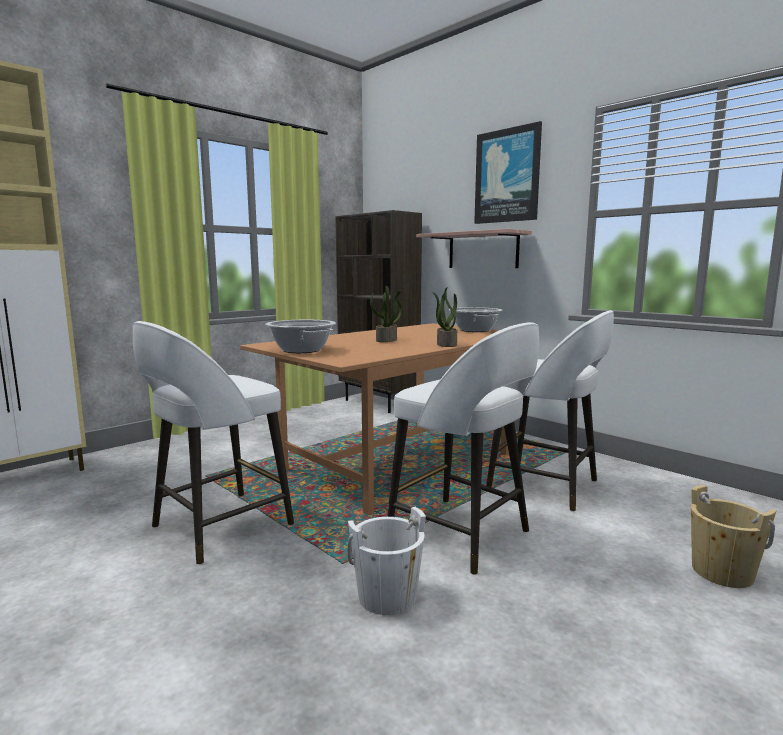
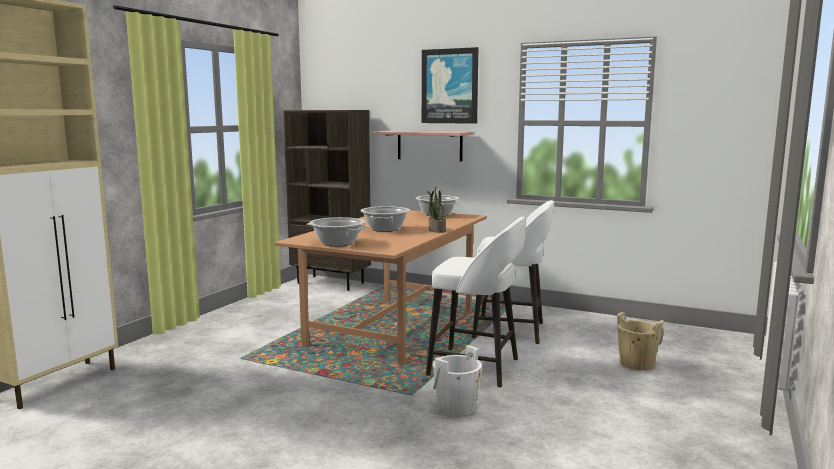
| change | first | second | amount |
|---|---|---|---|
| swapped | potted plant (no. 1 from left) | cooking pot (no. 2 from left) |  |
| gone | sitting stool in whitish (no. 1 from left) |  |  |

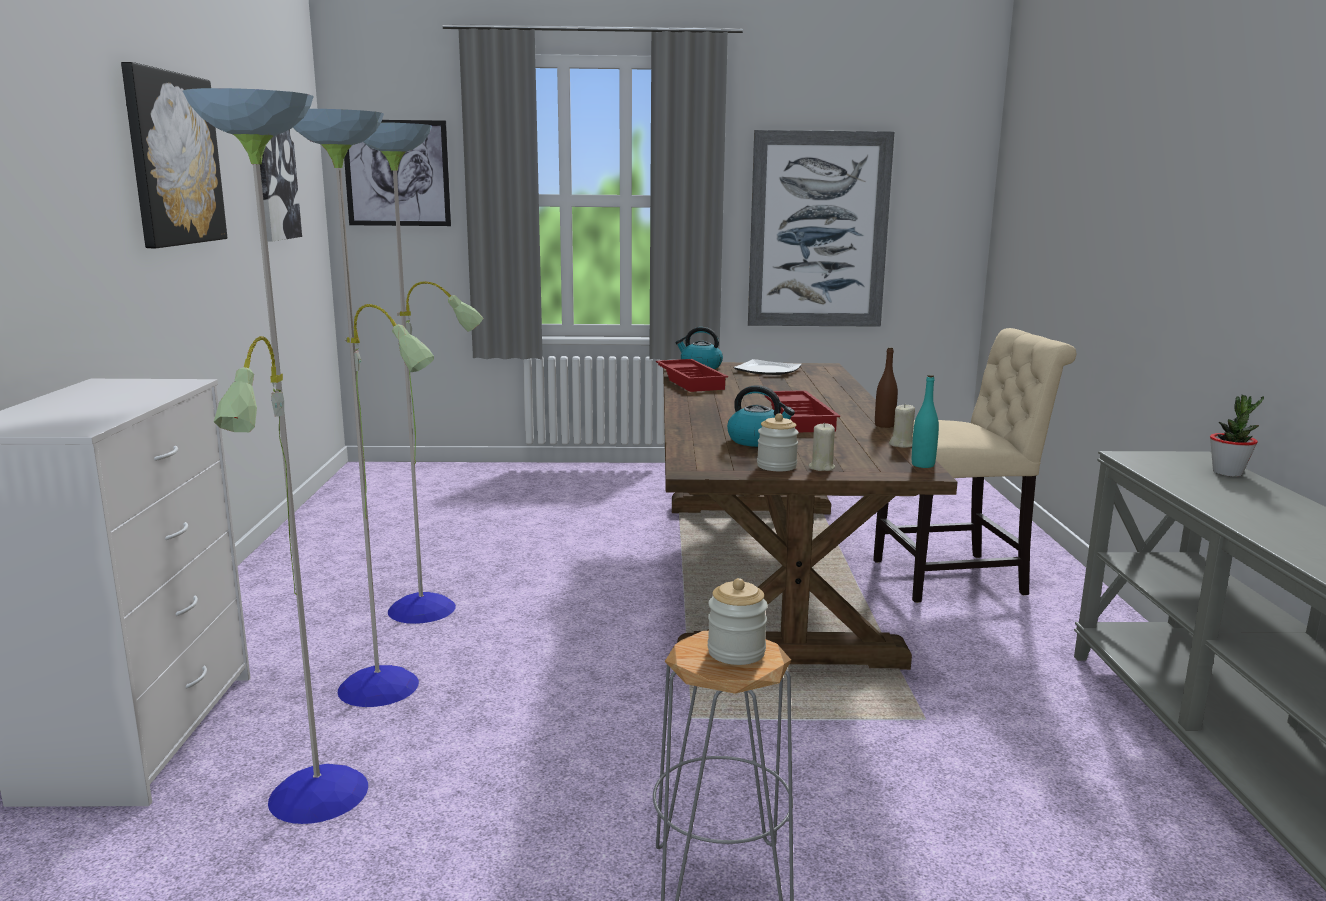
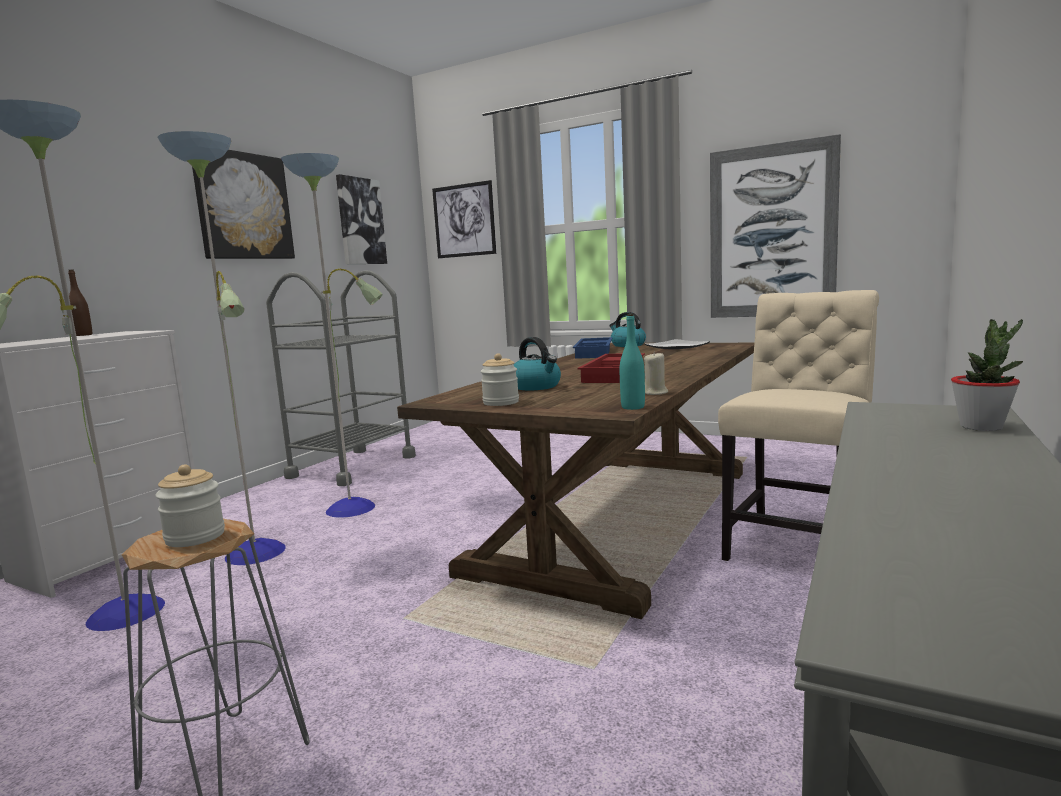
| change | first | second | amount |
|---|---|---|---|
| rotated | chair in beige |  | 75 degrees counterclockwise |
| shifted | beverage bottle in brown-coloured |  |  |
| repainted | carrying tray in reddish (no. 1 from left) | carrying tray in bluish |  |
| gone | wax light in beige (no. 1 from left) |  |  |
| new |  | wheeled cart in grey |  |

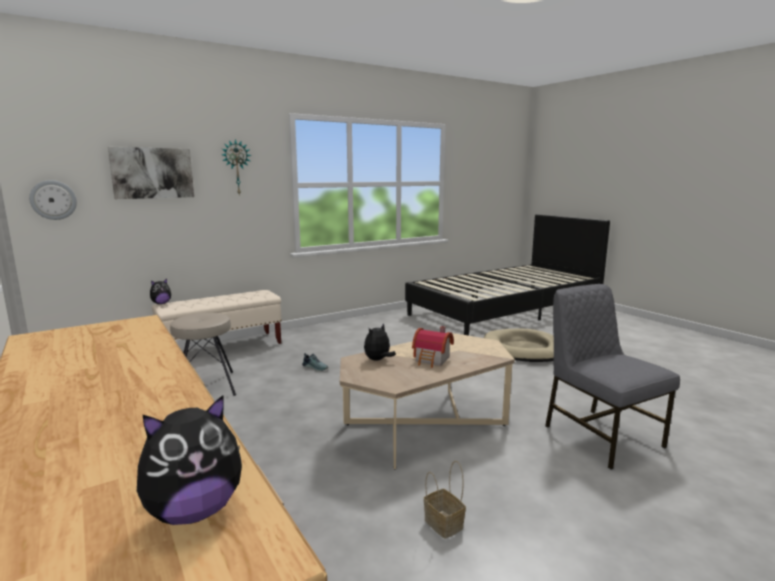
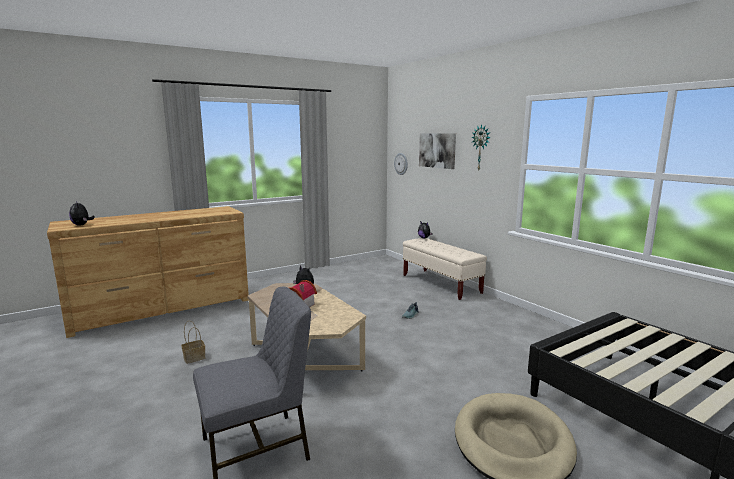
| change | first | second | amount |
|---|---|---|---|
| gone | sitting stool in beige |  |  |

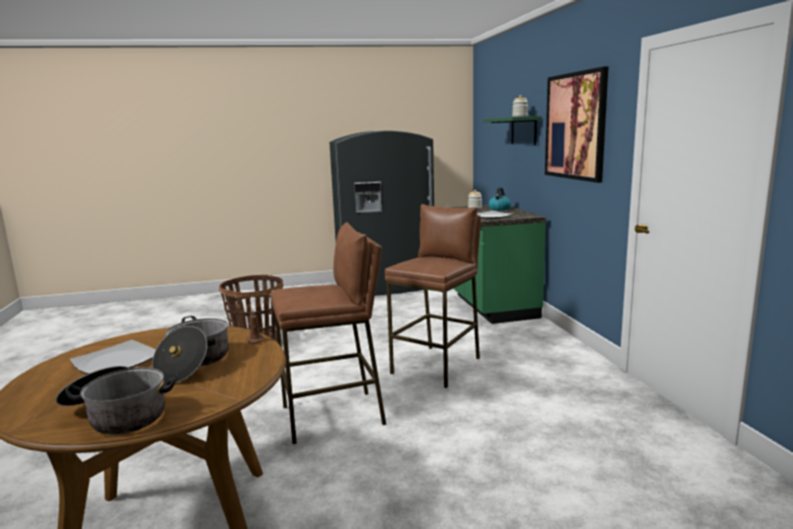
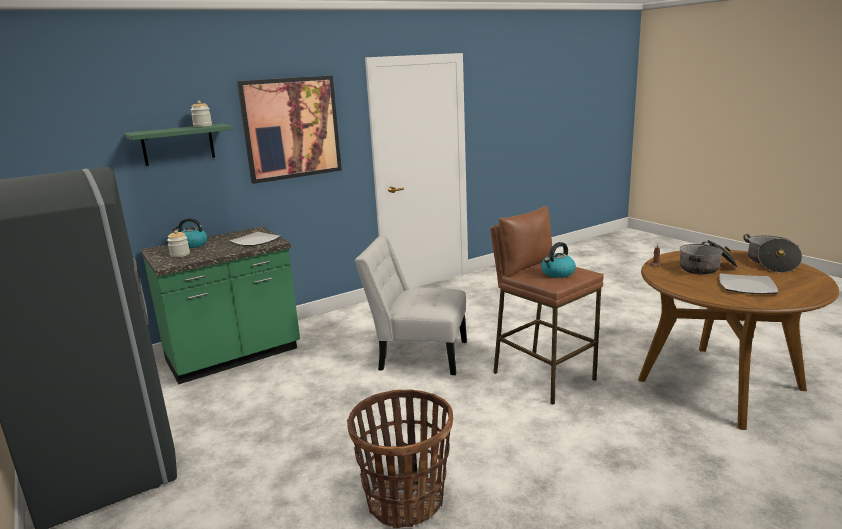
| change | first | second | amount |
|---|---|---|---|
| swapped | sitting stool in brown-coloured (no. 2 from left) | chair in whitish |  |
| new |  | tea kettle (no. 2 from left) |  |

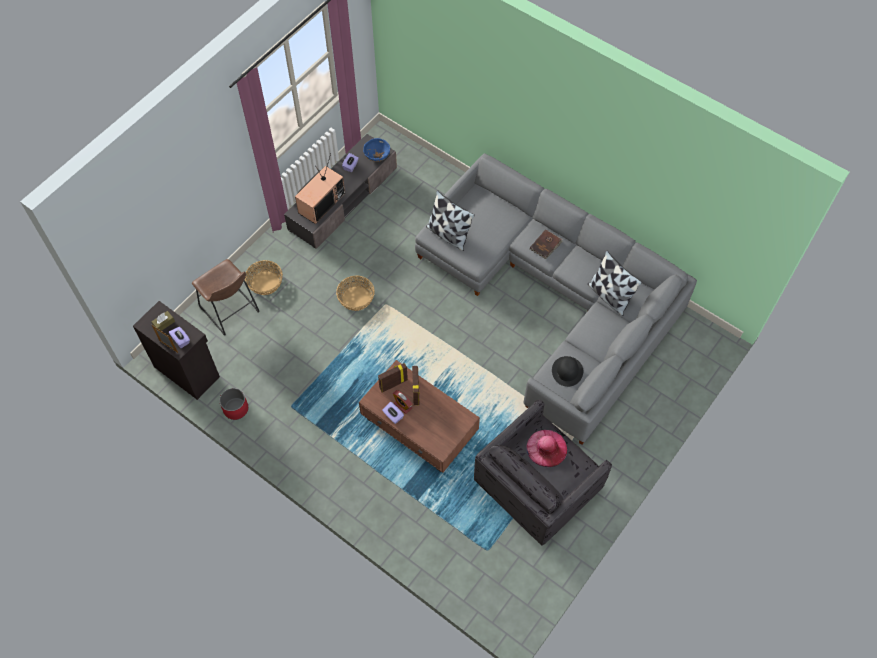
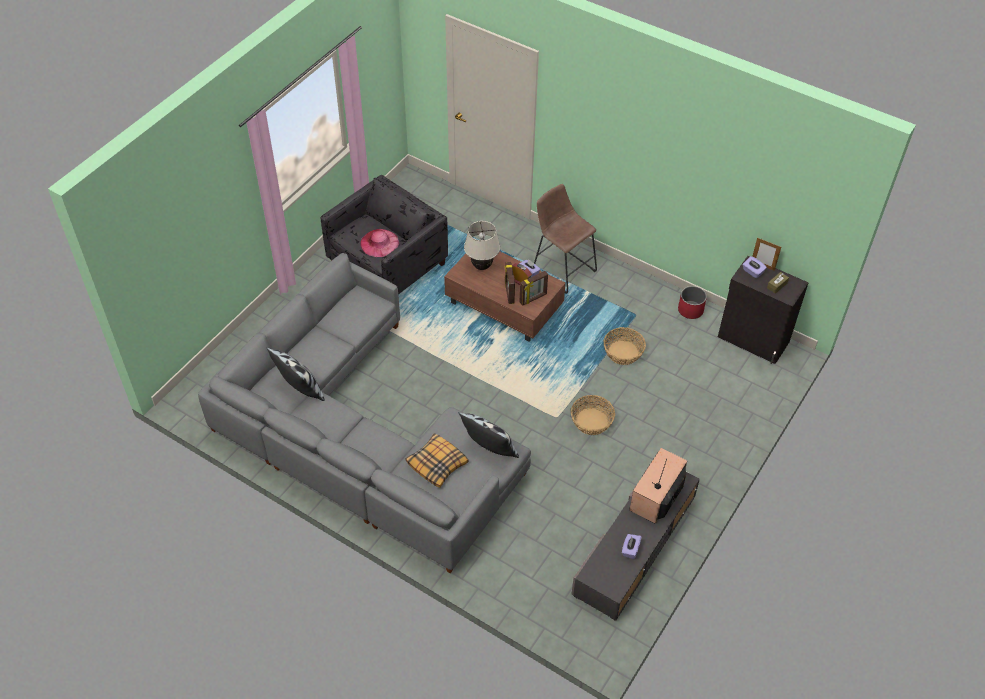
| change | first | second | amount |
|---|---|---|---|
| gone | deep dish in bluish |  |  |
| gone | book in brown-coloured |  |  |
| shifted | sitting stool in brown-coloured |  |  |
| shifted | basket (no. 1 from left in the first image) | basket (no. 2 from left) |  |
| gone | hat in black-coloured |  |  |
| new |  | tabletop lamp in beige |  |
| new |  | throw pillow (no. 2 from left) |  |

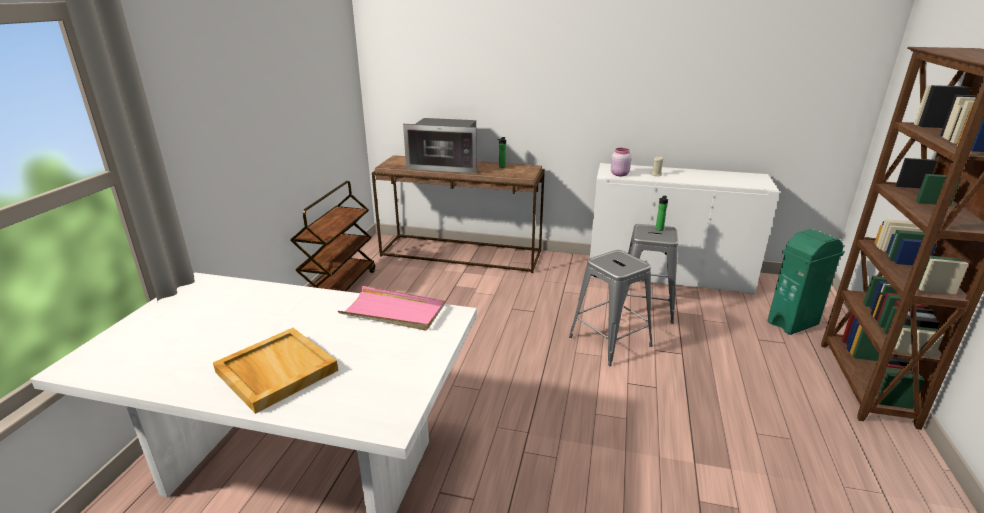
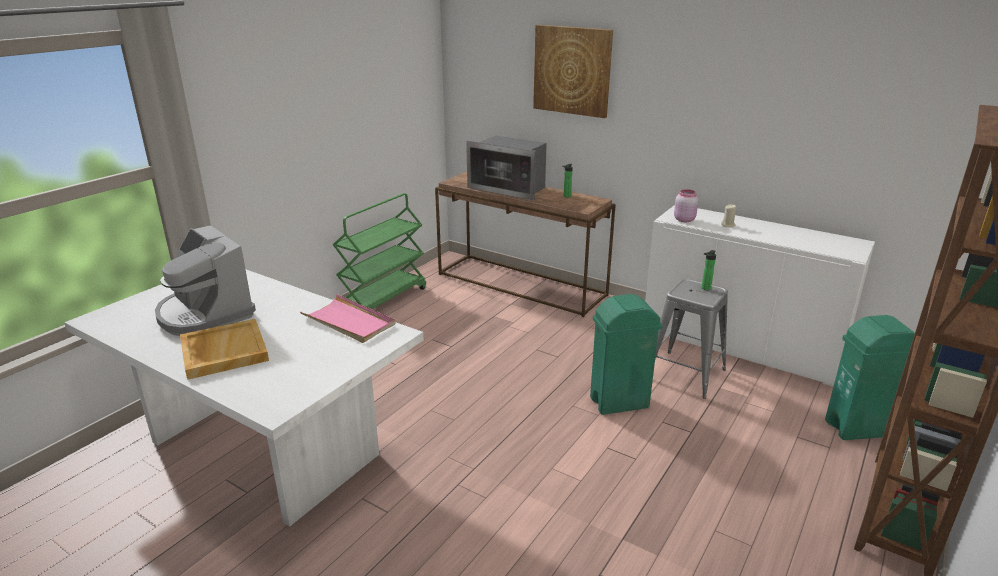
| change | first | second | amount |
|---|---|---|---|
| repainted | wheeled cart in brown-coloured | wheeled cart in green-coloured |  |
| swapped | sitting stool in grey (no. 1 from left) | rubbish bin in green-coloured (no. 1 from left) |  |
| new |  | picture |  |
| new |  | coffee maker |  |

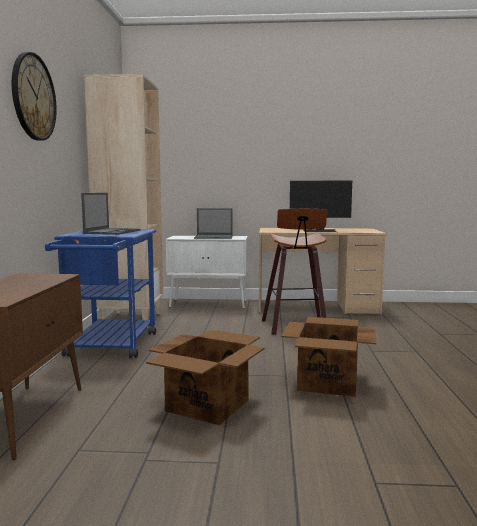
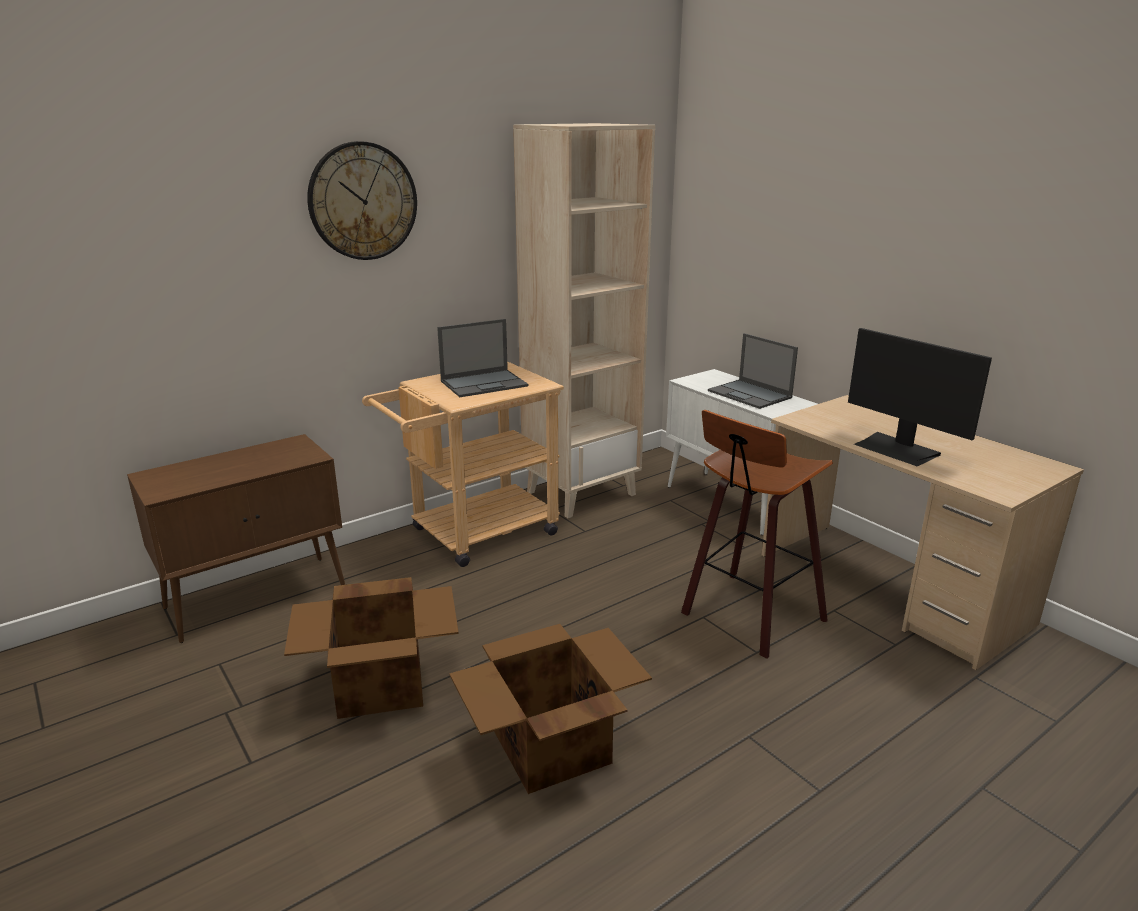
| change | first | second | amount |
|---|---|---|---|
| repainted | wheeled cart in bluish | wheeled cart in beige |  |

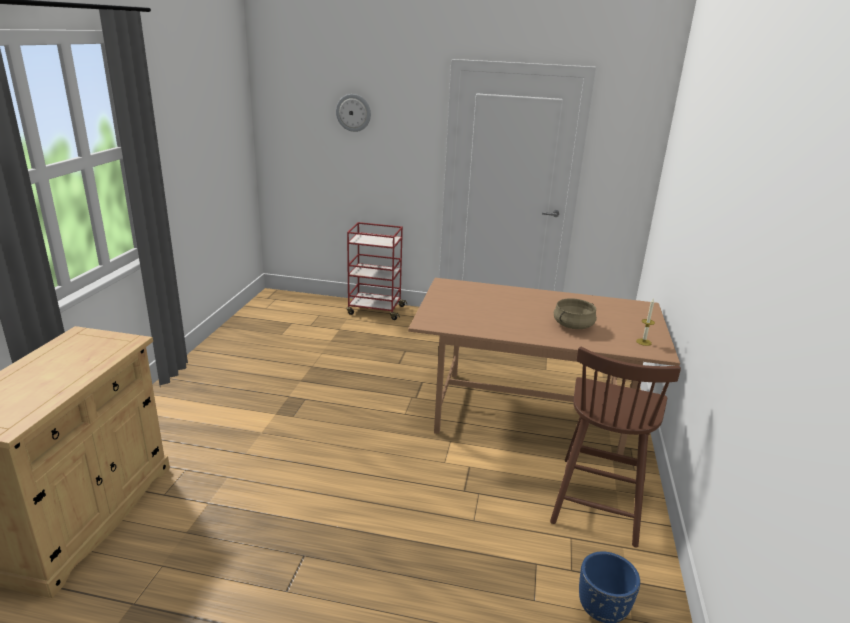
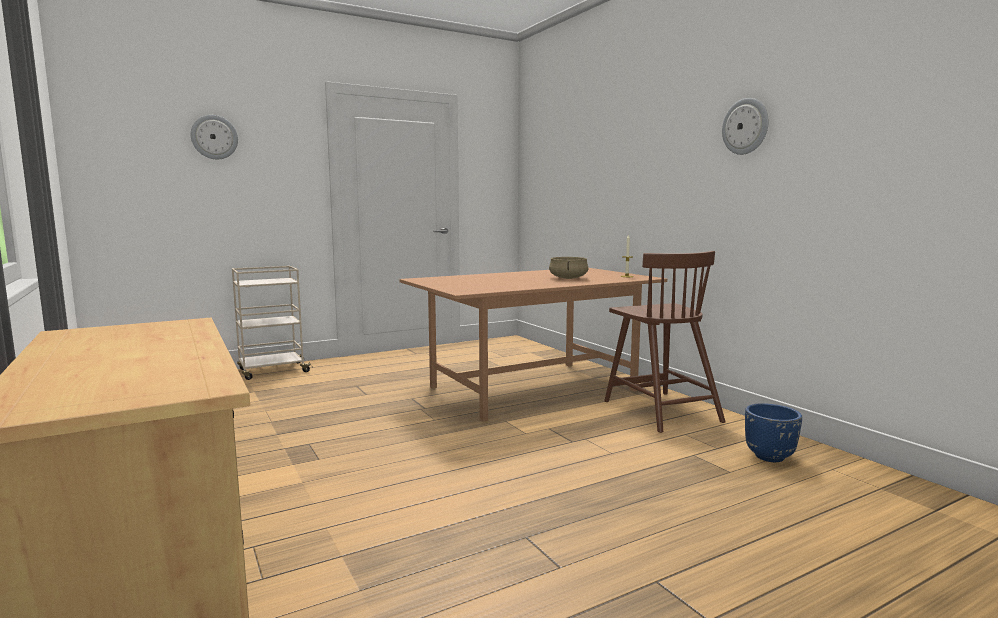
| change | first | second | amount |
|---|---|---|---|
| repainted | wheeled cart in reddish | wheeled cart in beige |  |
| new |  | clock on the wall (no. 2 from left) |  |

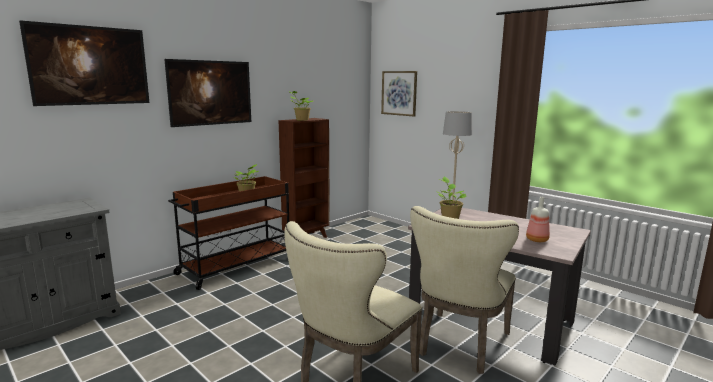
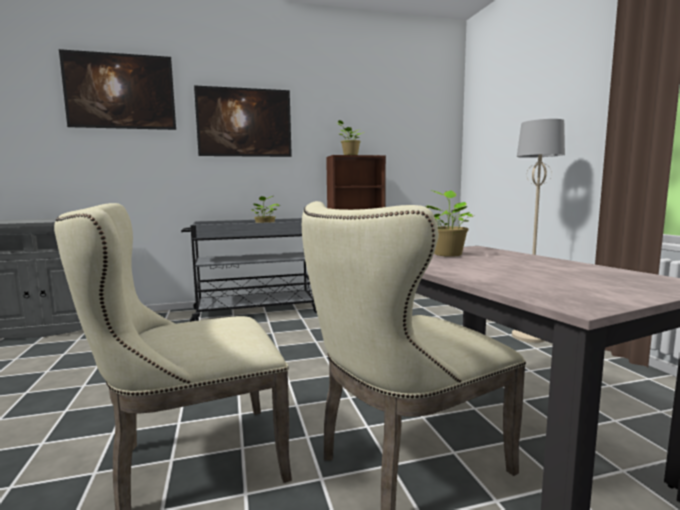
| change | first | second | amount |
|---|---|---|---|
| gone | picture (no. 3 from left) |  |  |
| repainted | wheeled cart in brown-coloured | wheeled cart in grey |  |
| gone | beverage bottle |  |  |

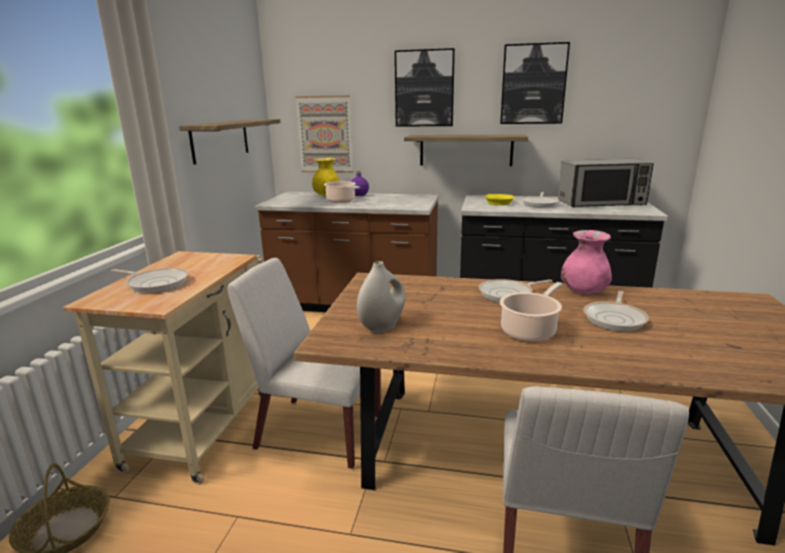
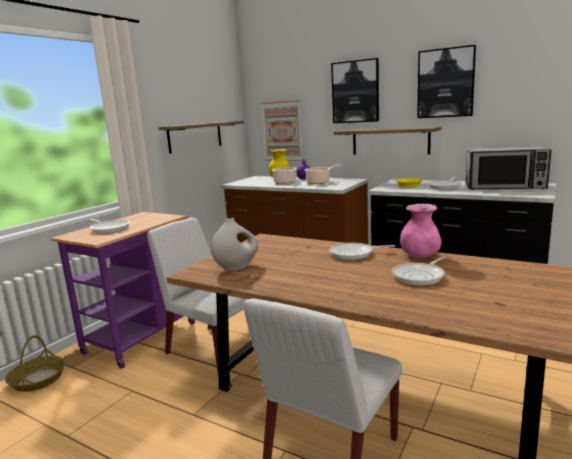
| change | first | second | amount |
|---|---|---|---|
| repainted | wheeled cart in beige | wheeled cart in purple-coloured |  |
| shifted | cooking pot (no. 2 from left) |  |  |

